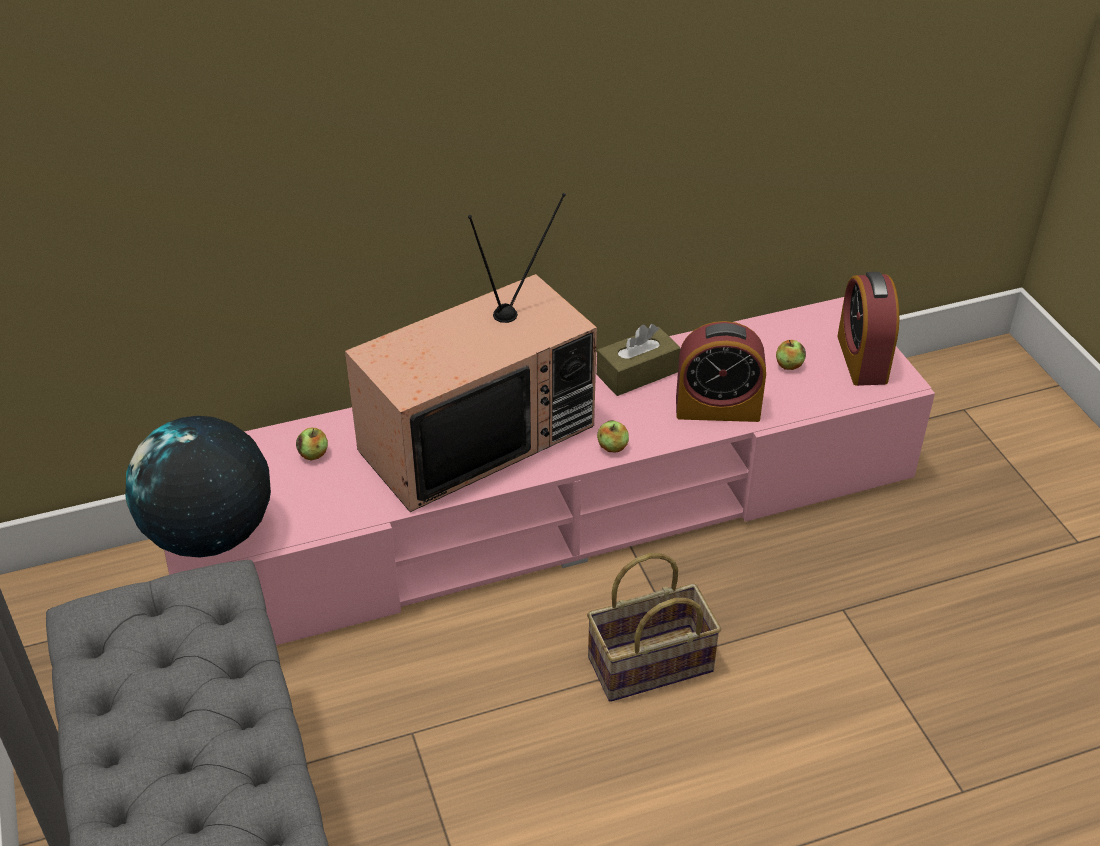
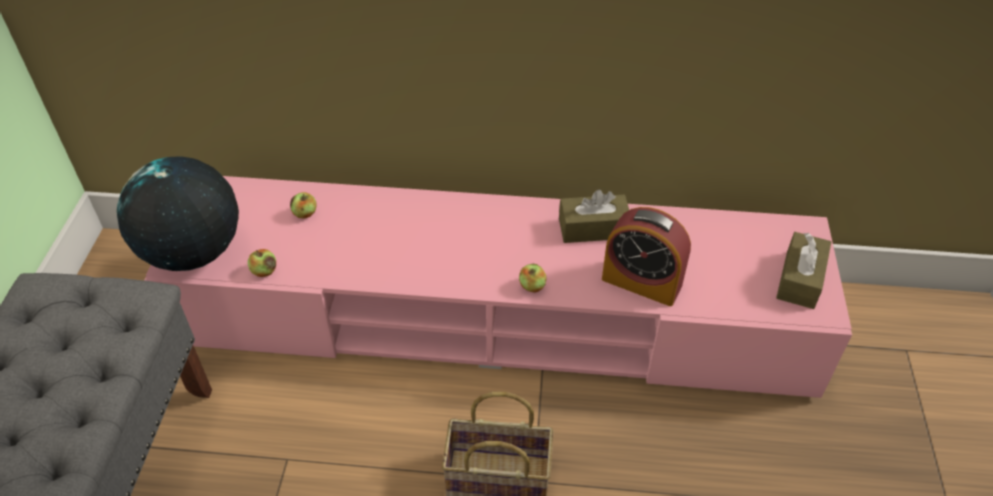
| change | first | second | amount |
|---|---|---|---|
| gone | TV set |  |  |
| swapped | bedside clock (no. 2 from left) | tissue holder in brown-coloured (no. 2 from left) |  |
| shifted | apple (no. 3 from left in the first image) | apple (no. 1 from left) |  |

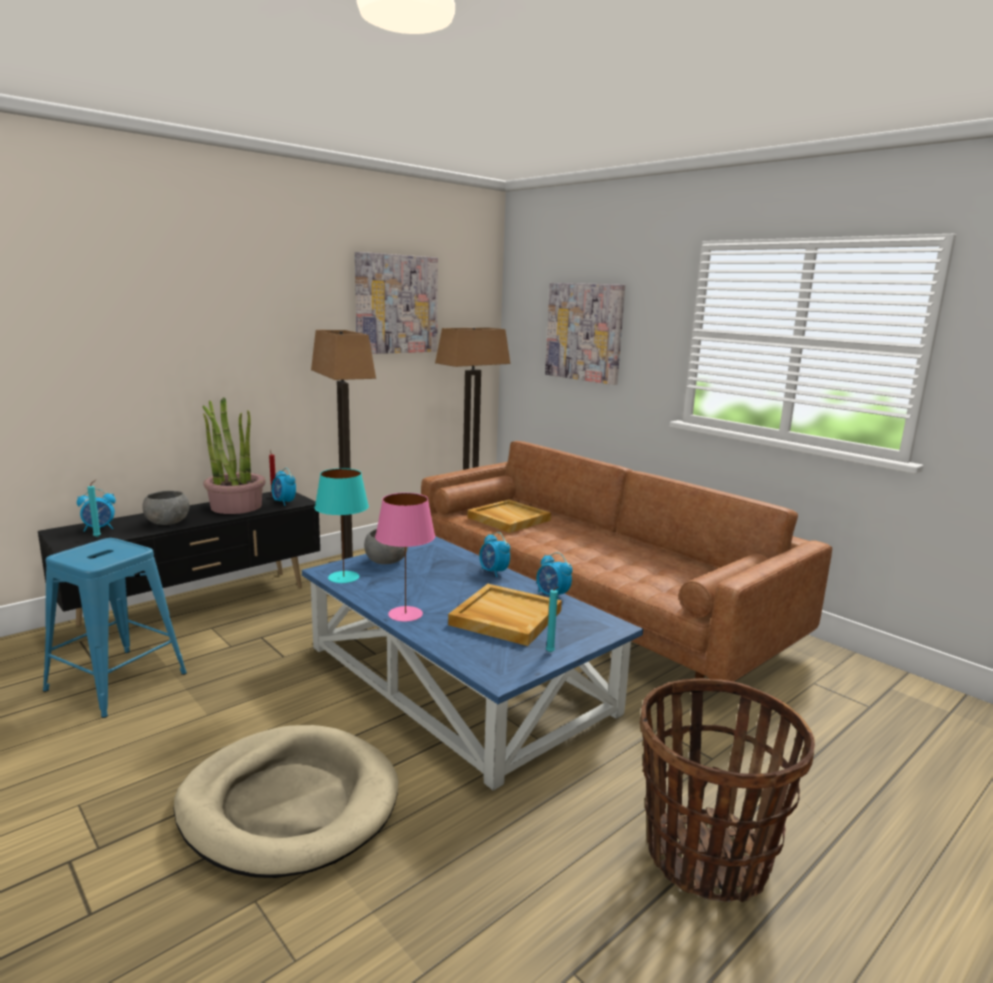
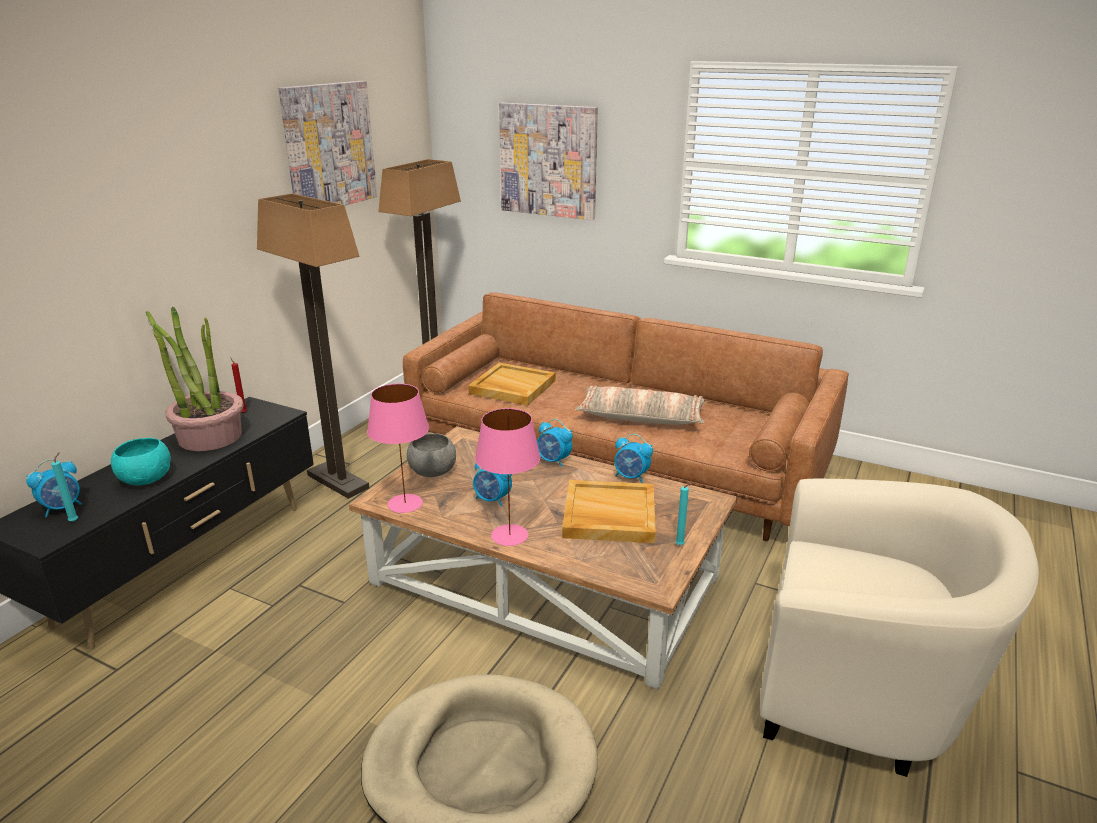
| change | first | second | amount |
|---|---|---|---|
| shifted | bedside clock (no. 2 from left) |  |  |
| repainted | tabletop lamp in blue-green | tabletop lamp in pink (no. 1 from left) |  |
| repainted | deep dish in grey (no. 1 from left) | deep dish in blue-green |  |
| repainted | lounge table in bluish | lounge table in brown-coloured |  |
| gone | sitting stool in bluish |  |  |
| swapped | basket | lounge chair in beige |  |
| new |  | throw pillow |  |

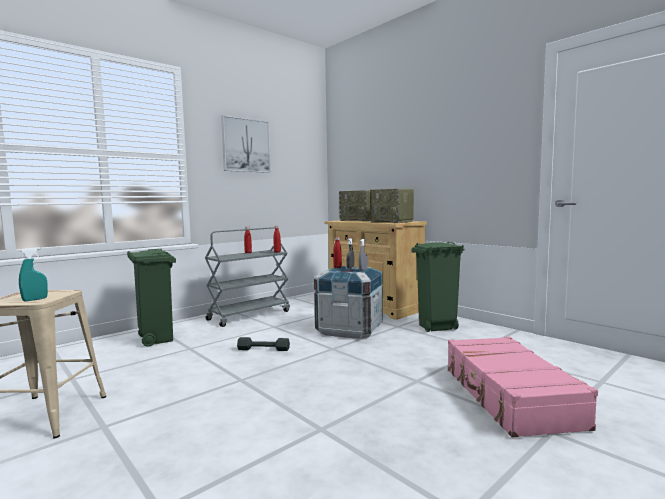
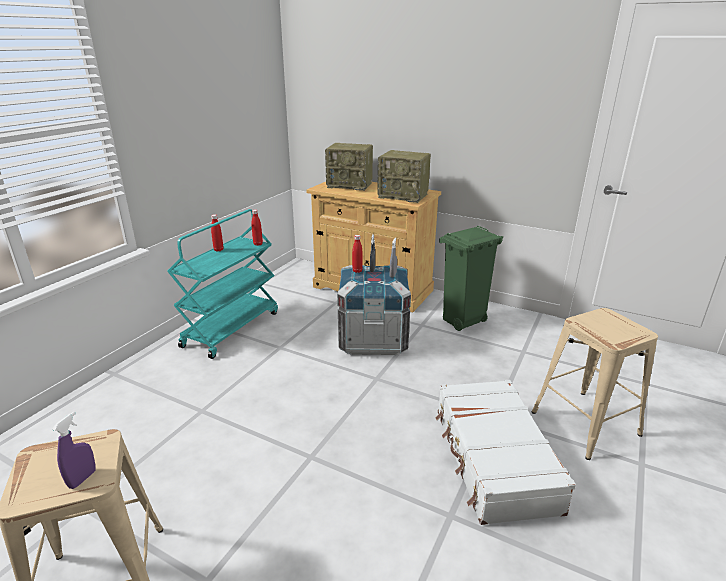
| change | first | second | amount |
|---|---|---|---|
| gone | picture |  |  |
| repainted | wheeled cart in grey | wheeled cart in blue-green |  |
| repainted | spray bottle in blue-green | spray bottle in purple-coloured |  |
| gone | rubbish bin in green-coloured (no. 1 from left) |  |  |
| swapped | piece of luggage in pink | sitting stool in beige (no. 2 from left) |  |
| gone | dumbbell in grey |  |  |
| new |  | piece of luggage in whitish |  |

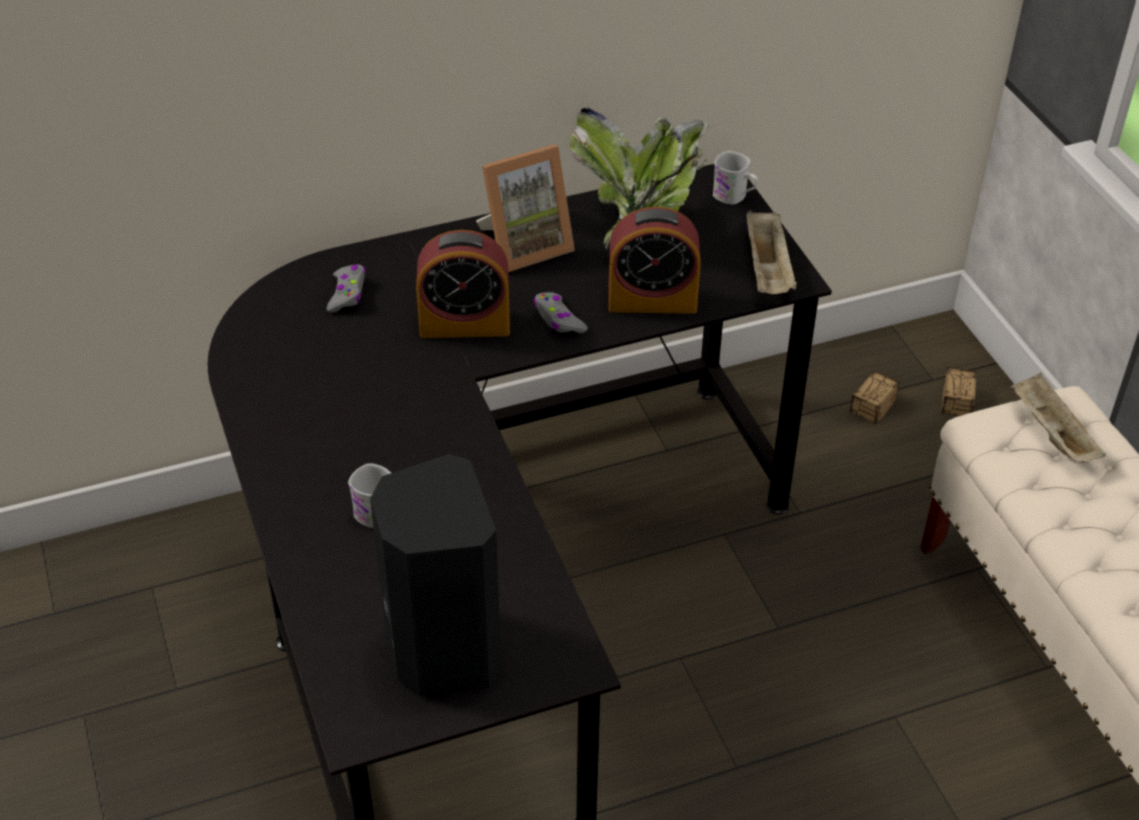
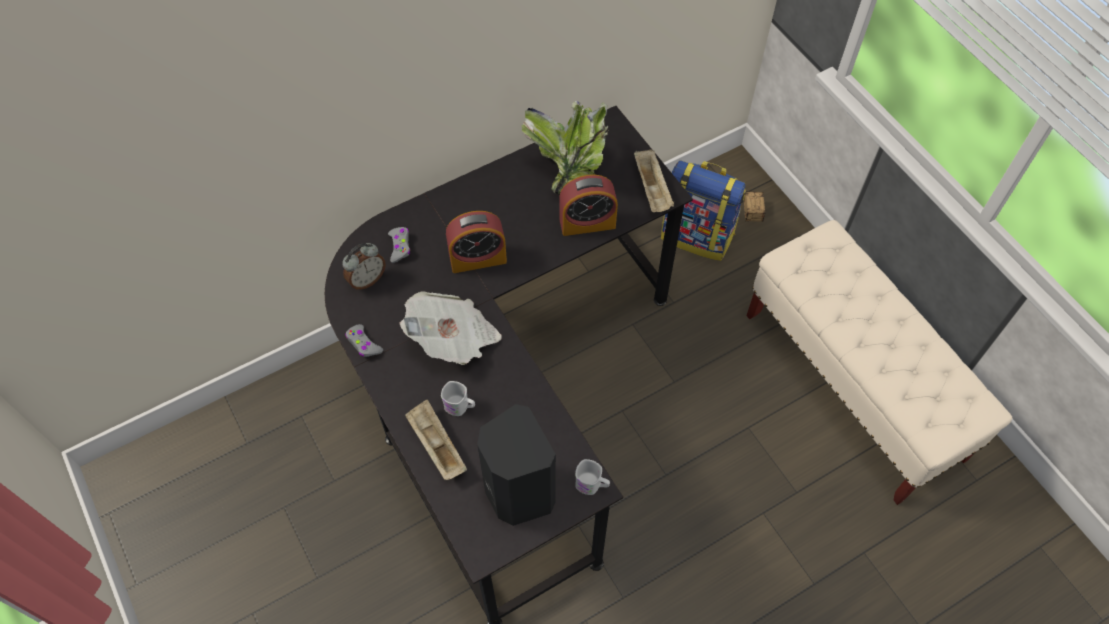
| change | first | second | amount |
|---|---|---|---|
| gone | picture frame |  |  |
| shifted | mug in whitish (no. 2 from left) |  |  |
| shifted | joypad in grey (no. 2 from left in the first image) | joypad in grey (no. 1 from left) |  |
| swapped | storage box (no. 1 from left) | knapsack |  |
| shifted | carrying tray in beige (no. 2 from left in the first image) | carrying tray in beige (no. 1 from left) |  |
| new |  | bedside clock (no. 1 from left) |  |
| new |  | daily paper |  |

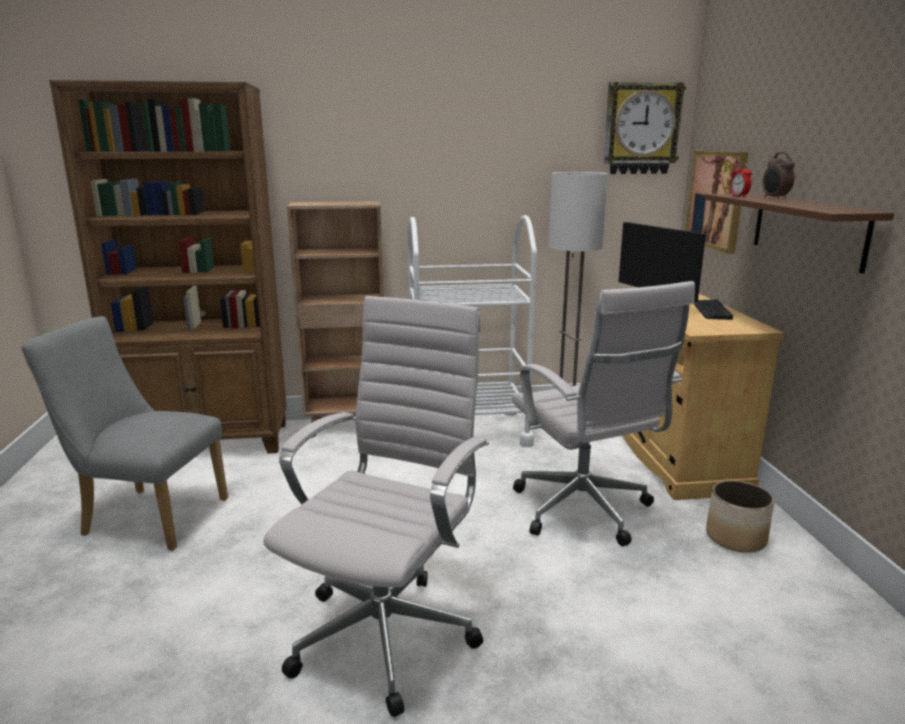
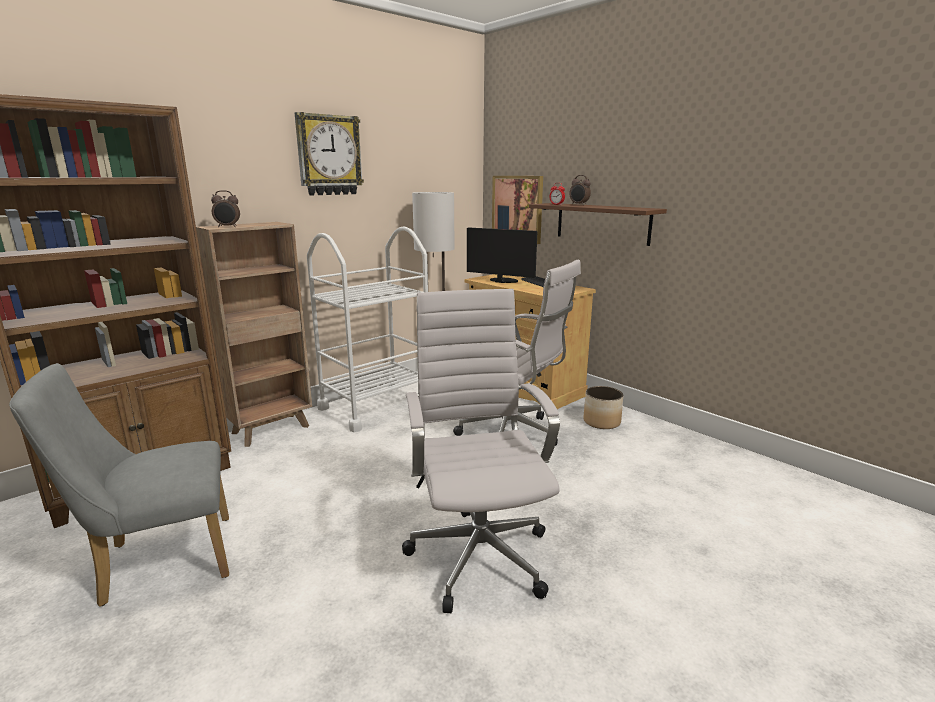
| change | first | second | amount |
|---|---|---|---|
| shifted | clock on the wall |  |  |
| new |  | bedside clock (no. 1 from left) |  |

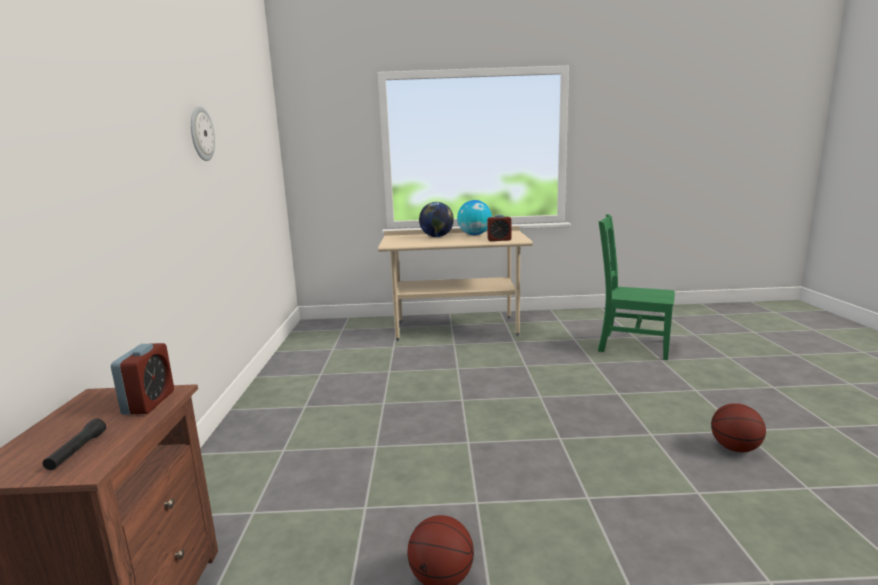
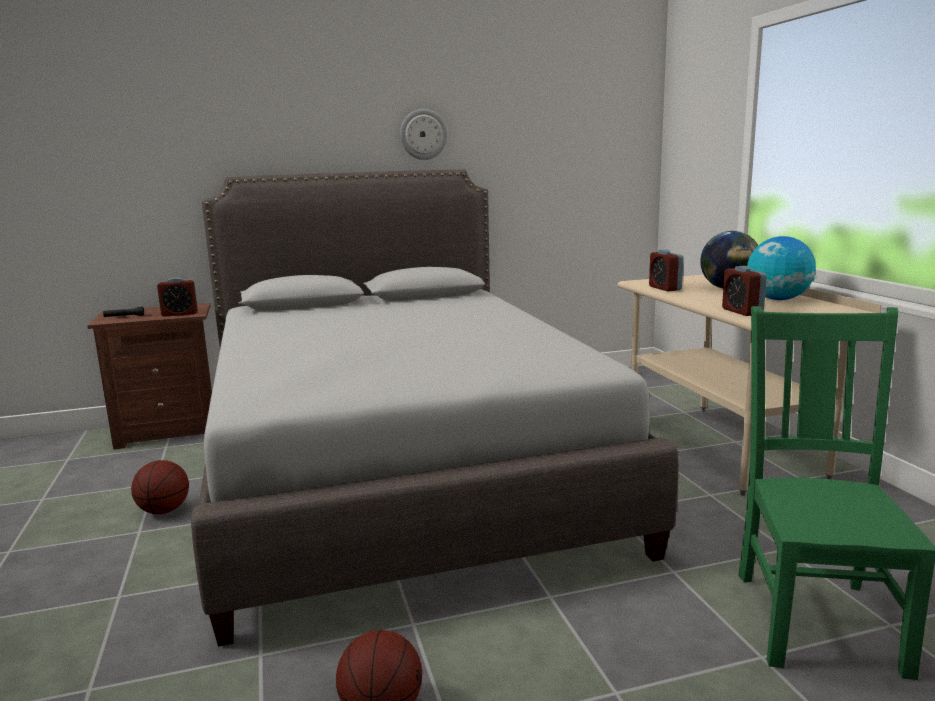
| change | first | second | amount |
|---|---|---|---|
| new |  | sleeping bed in grey |  |
| new |  | bedside clock (no. 2 from left) |  |

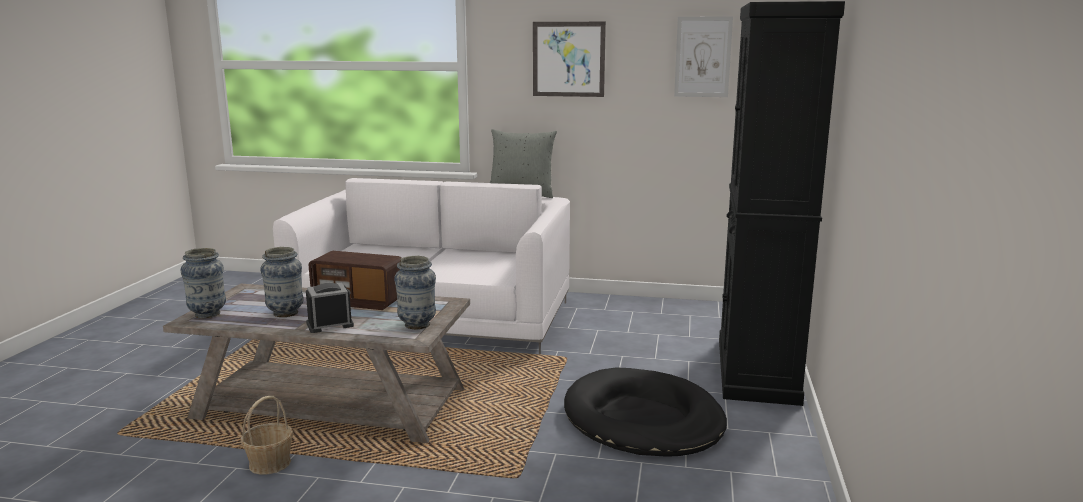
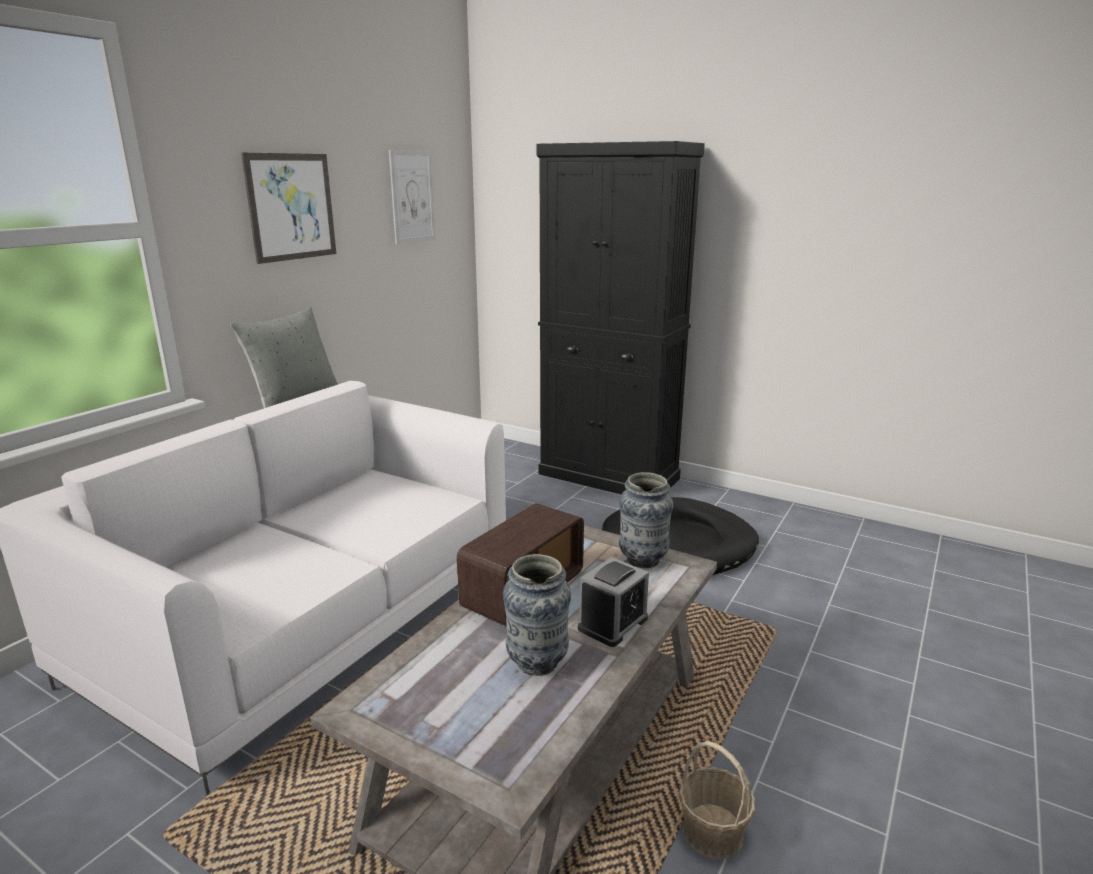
| change | first | second | amount |
|---|---|---|---|
| gone | flower vase (no. 1 from left) |  |  |
| rotated | bedside clock |  | 135 degrees counterclockwise |

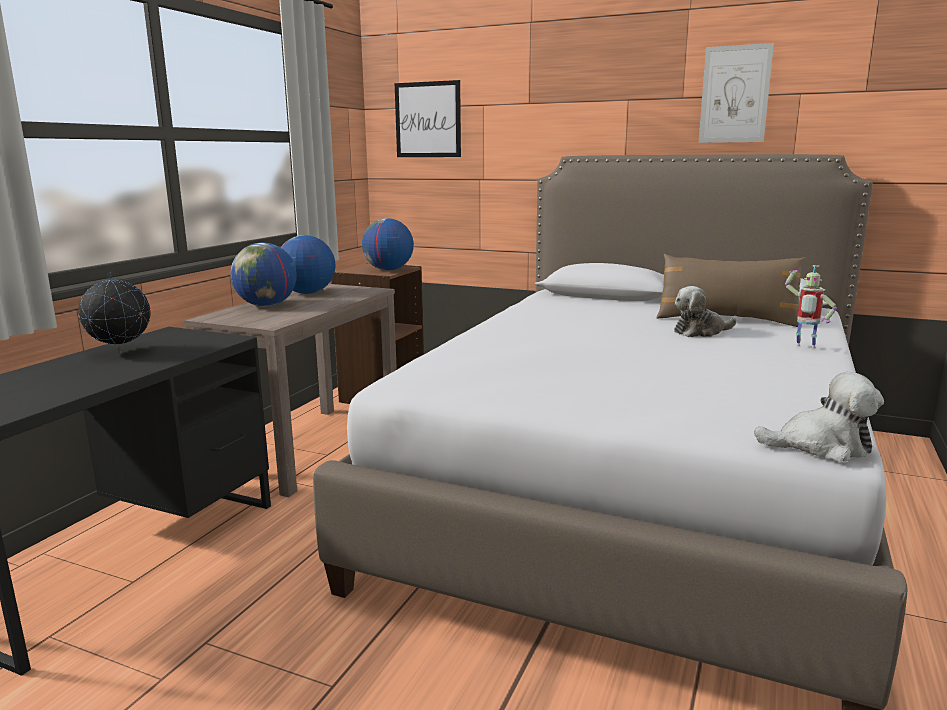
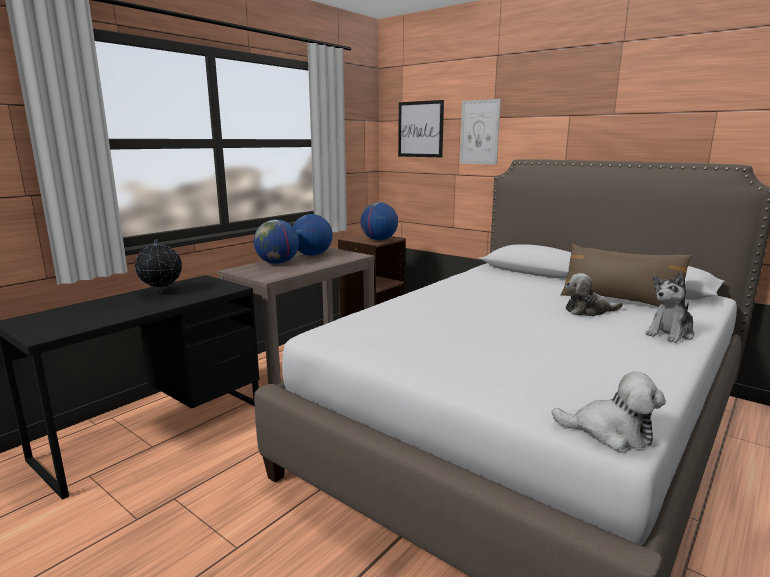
| change | first | second | amount |
|---|---|---|---|
| shifted | picture (no. 2 from left) |  |  |
| swapped | toy robot | cuddly toy (no. 3 from left) |  |

